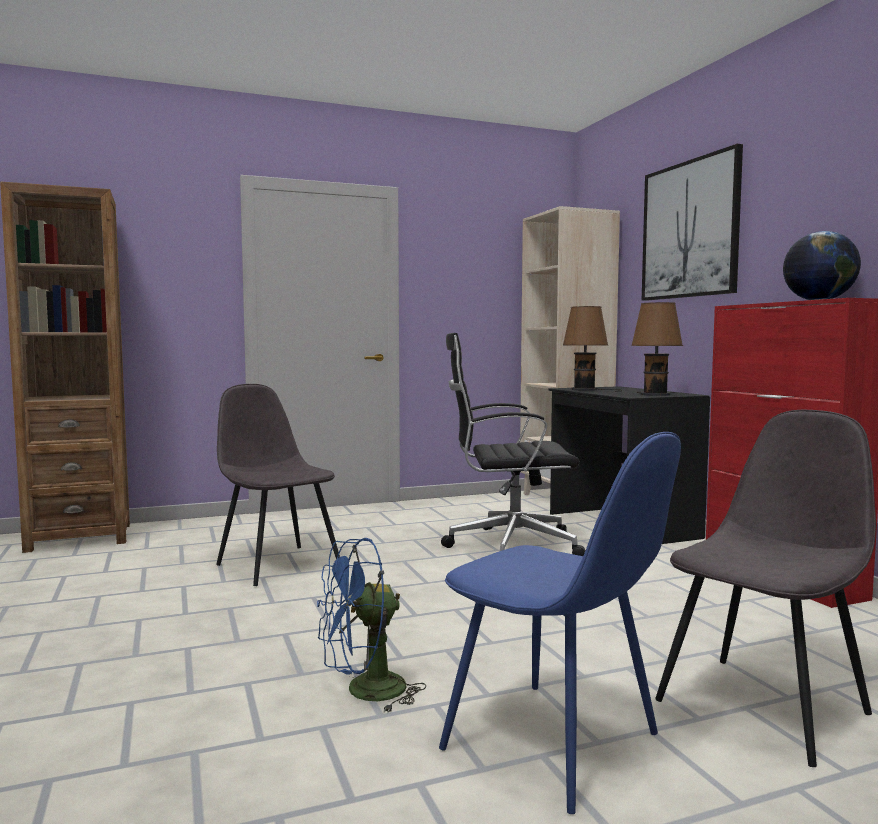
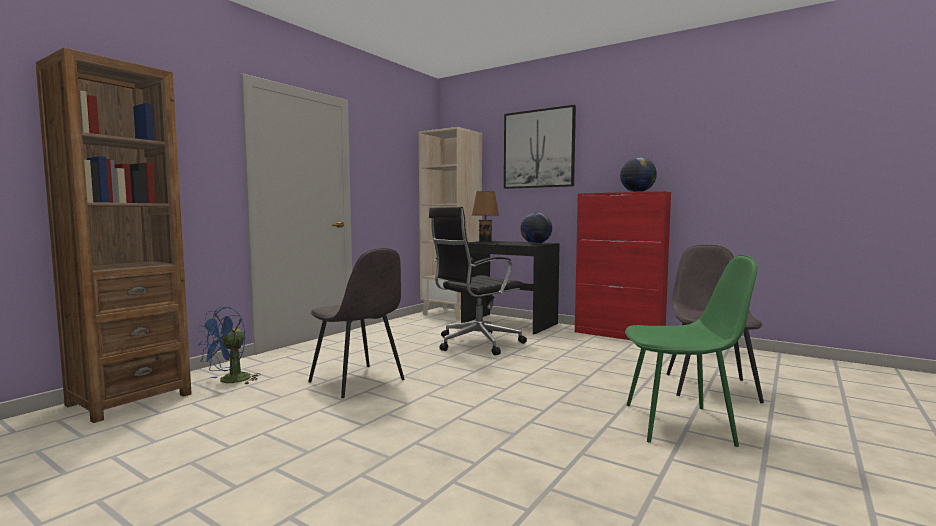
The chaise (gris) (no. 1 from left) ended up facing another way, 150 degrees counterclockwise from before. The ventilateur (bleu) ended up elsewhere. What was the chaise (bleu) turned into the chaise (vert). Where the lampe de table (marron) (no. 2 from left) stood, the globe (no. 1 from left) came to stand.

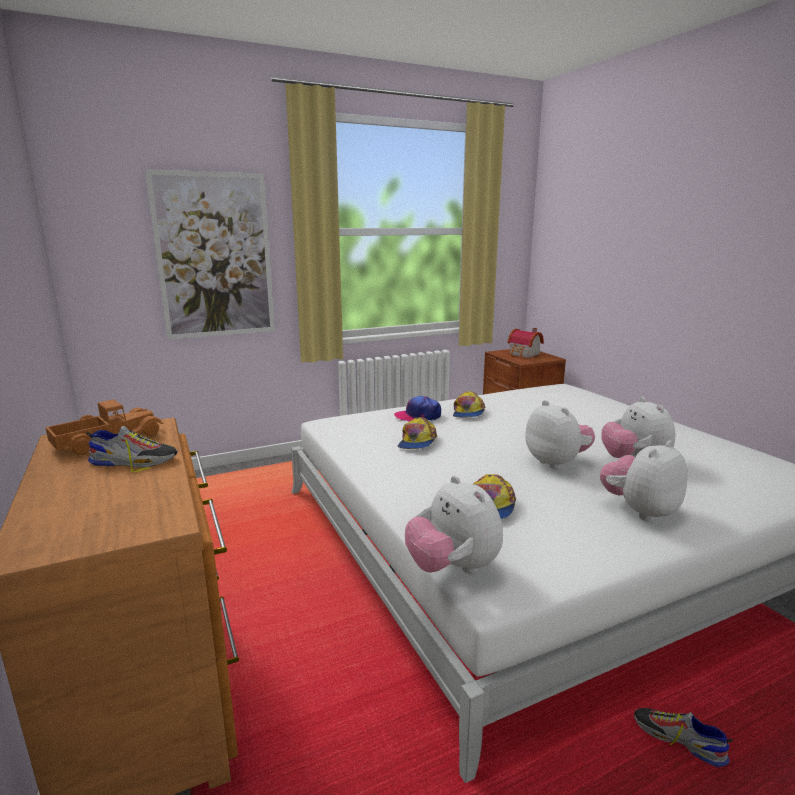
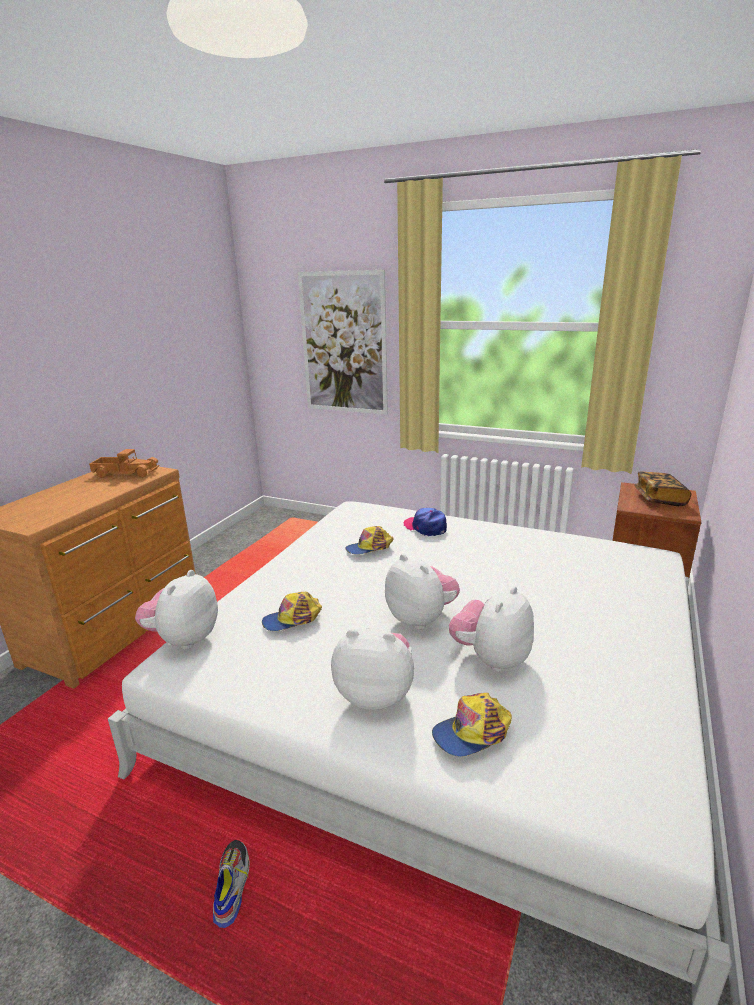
The second view lost the chaussure (no. 1 from left). The casquette (no. 3 from left in the first image) ended up elsewhere. Where the maison miniature stood, the livre came to stand. The peluche (no. 2 from left in the first image) ended up facing another way, 60 degrees counterclockwise from before.

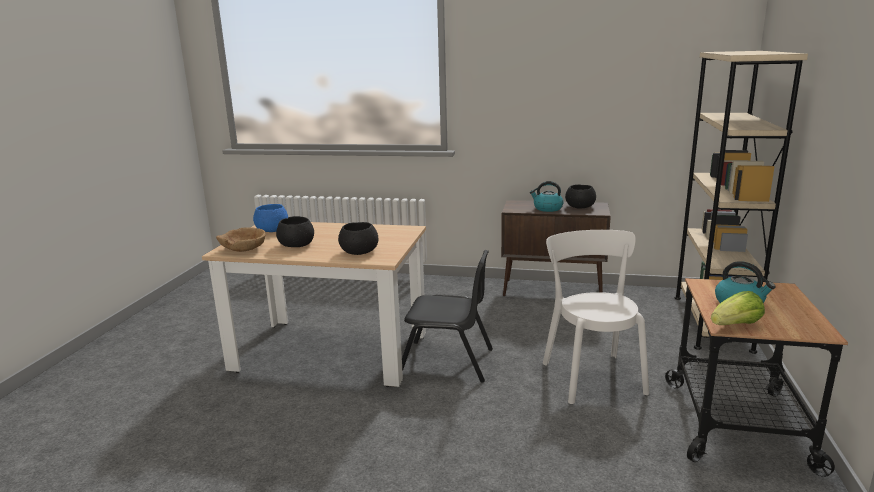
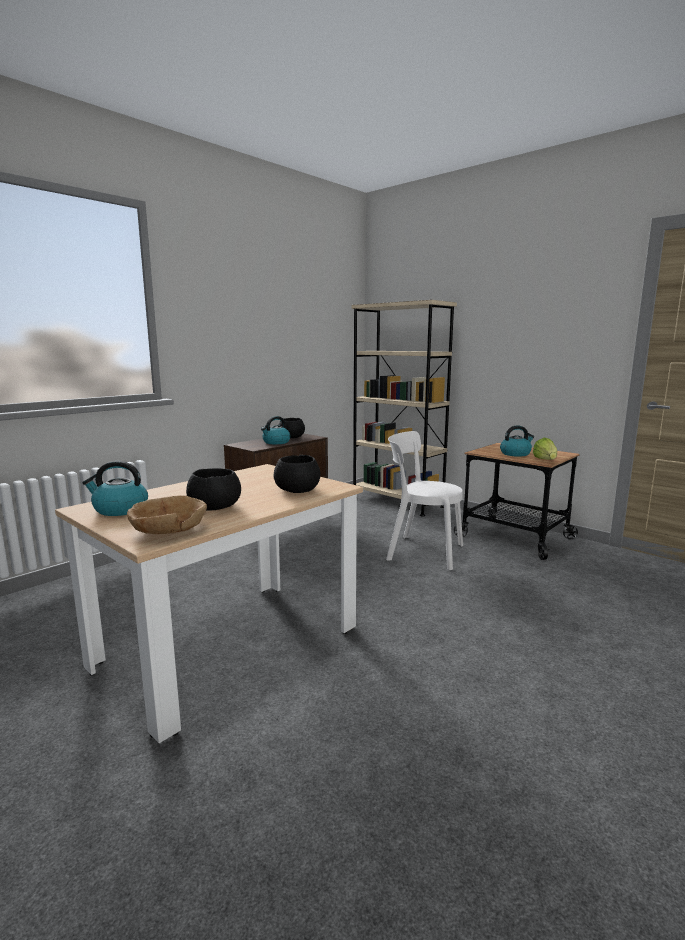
Where the bol (bleu) stood, the bouilloire (no. 1 from left) came to stand. The second view lost the chaise (noir).

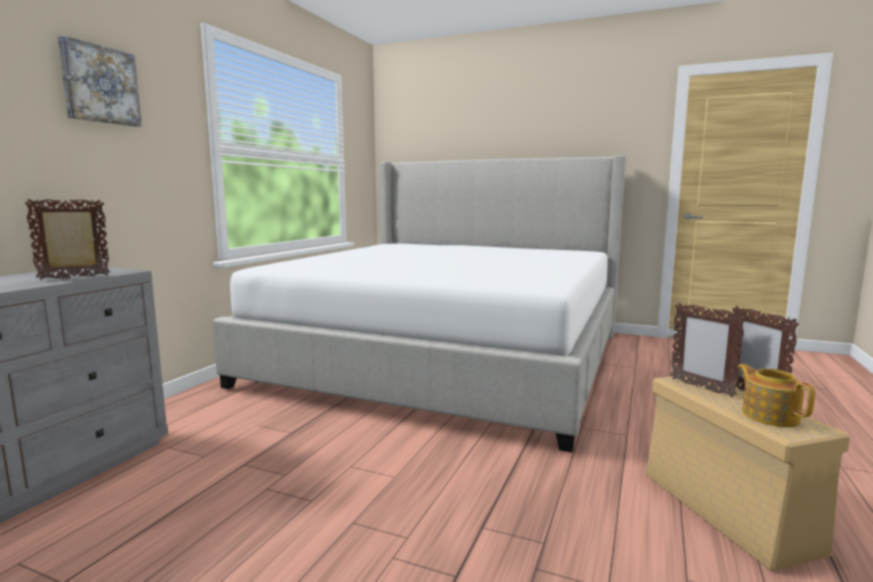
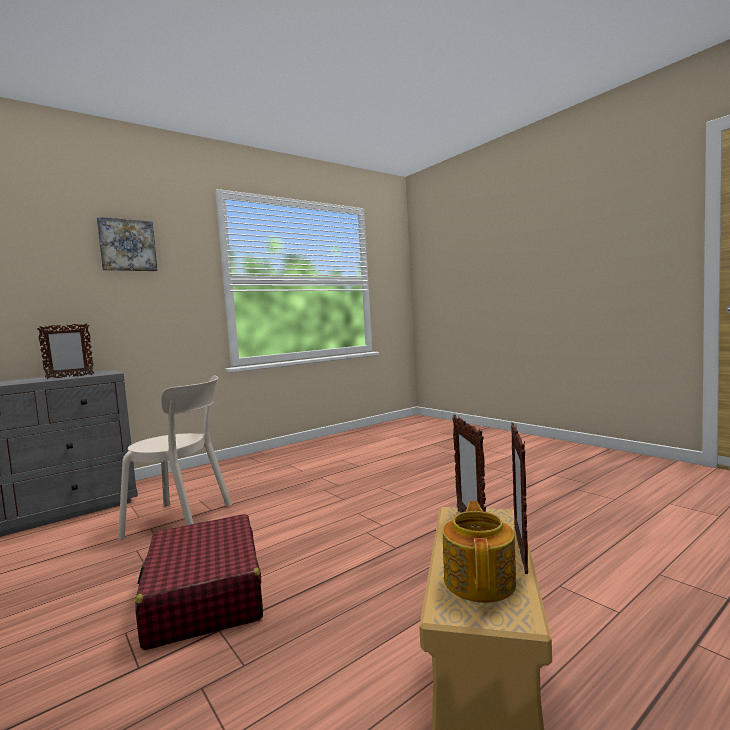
The cadre photo (no. 1 from left) ended up facing another way, 150 degrees clockwise from before. The second view lost the lit. The second view gained the chaise (beige). The second view gained the valise (rouge).

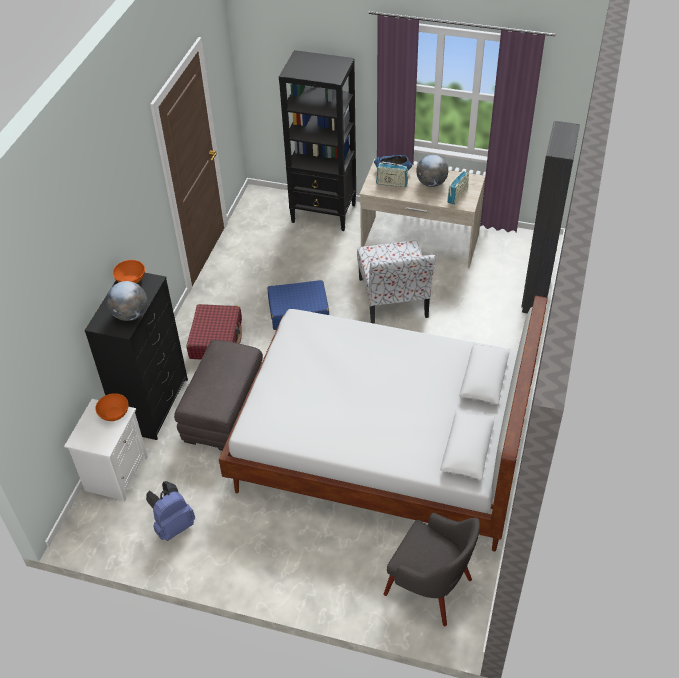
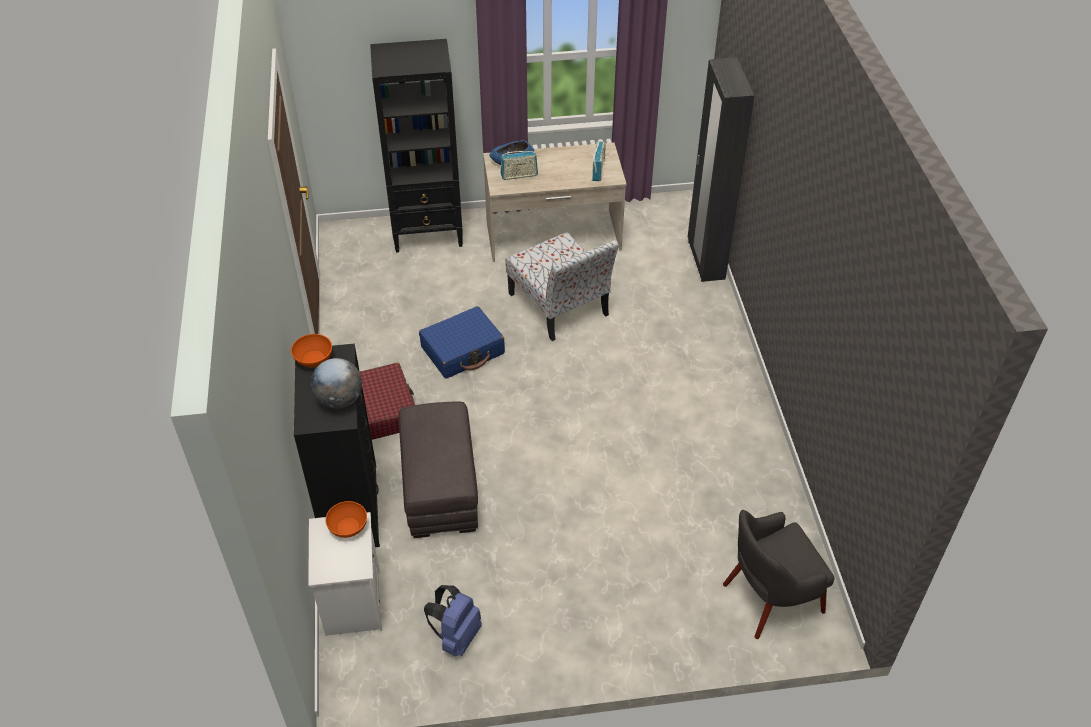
The second view lost the lit (blanc). The fauteuil (gris) ended up facing another way, 150 degrees clockwise from before. The second view lost the globe (no. 2 from left).

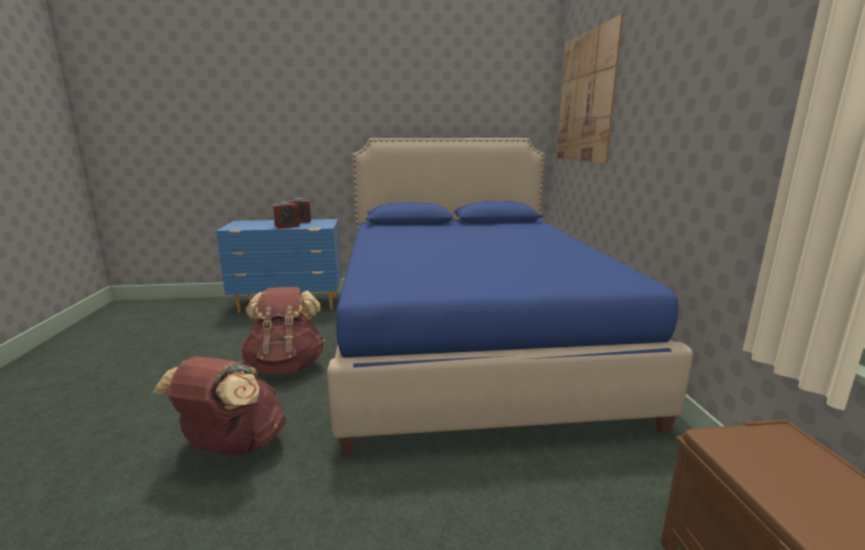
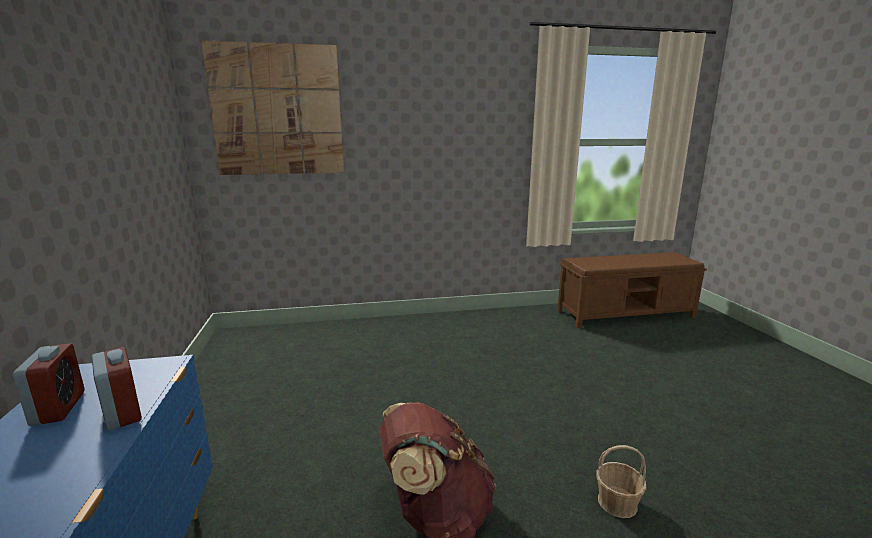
Where the sac à dos (marron) (no. 1 from left) stood, the panier came to stand. The second view lost the lit (bleu).

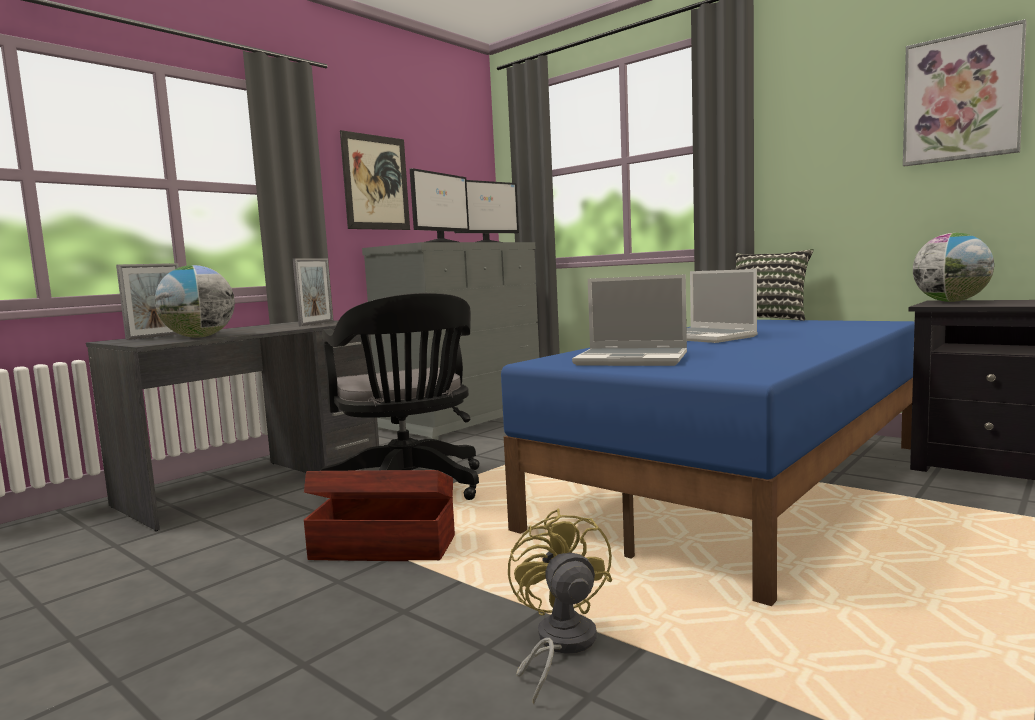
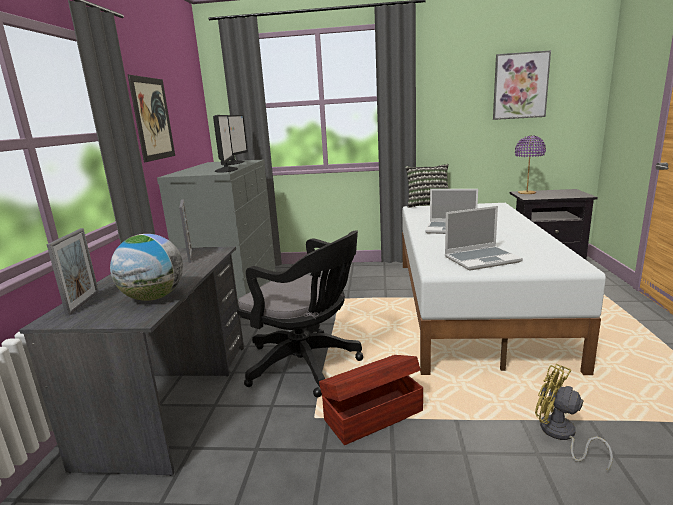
What was the lit (bleu) turned into the lit (blanc). Where the globe (no. 2 from left) stood, the lampe de table (violet) came to stand.

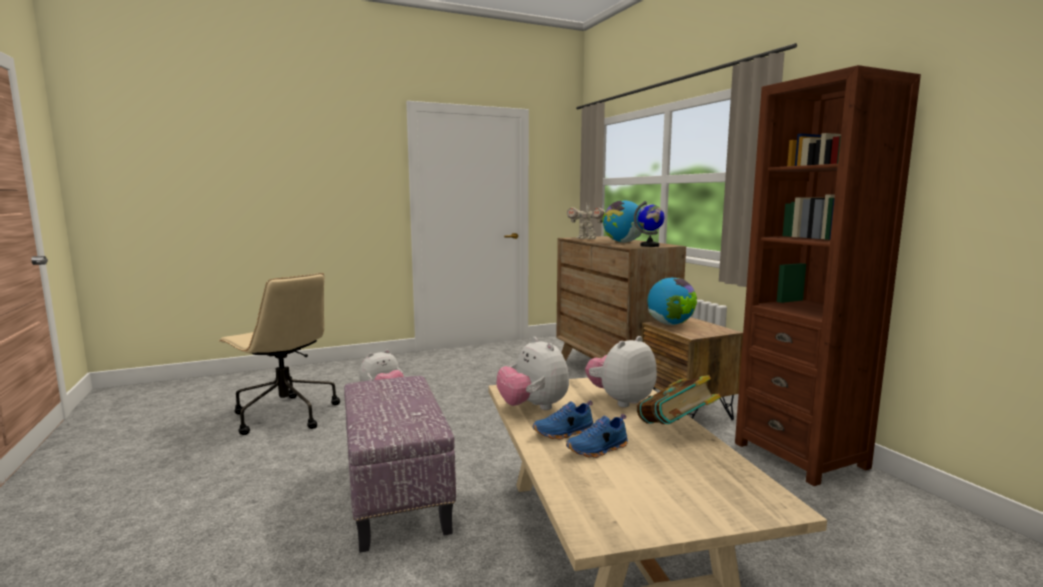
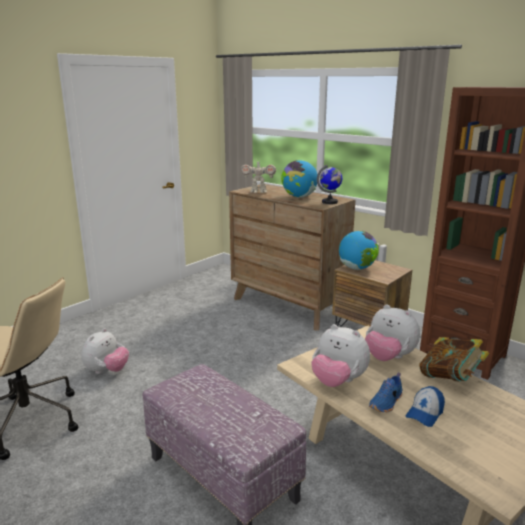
Where the chaussure (bleu) (no. 2 from left) stood, the casquette came to stand. The peluche (no. 3 from left) ended up facing another way, 75 degrees counterclockwise from before.

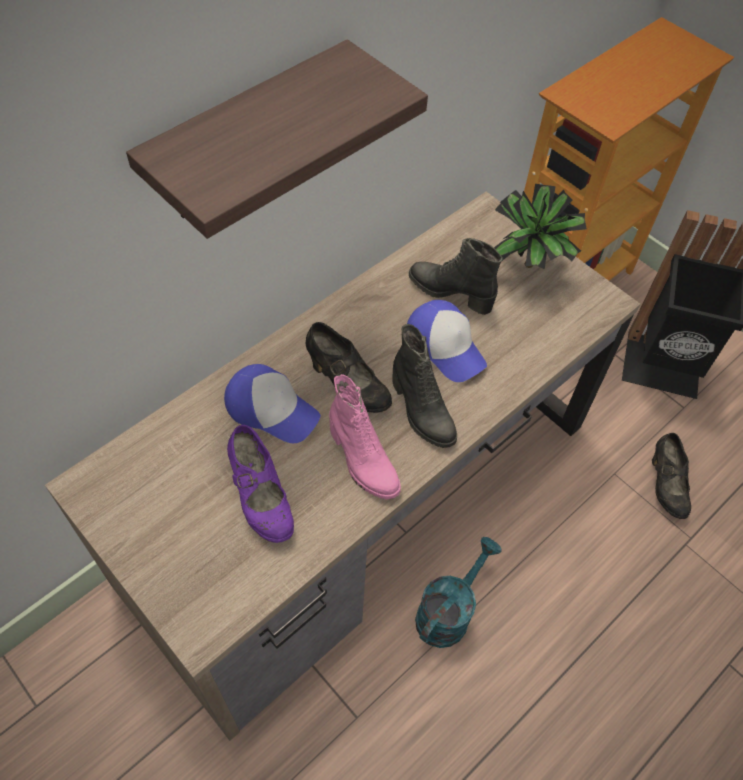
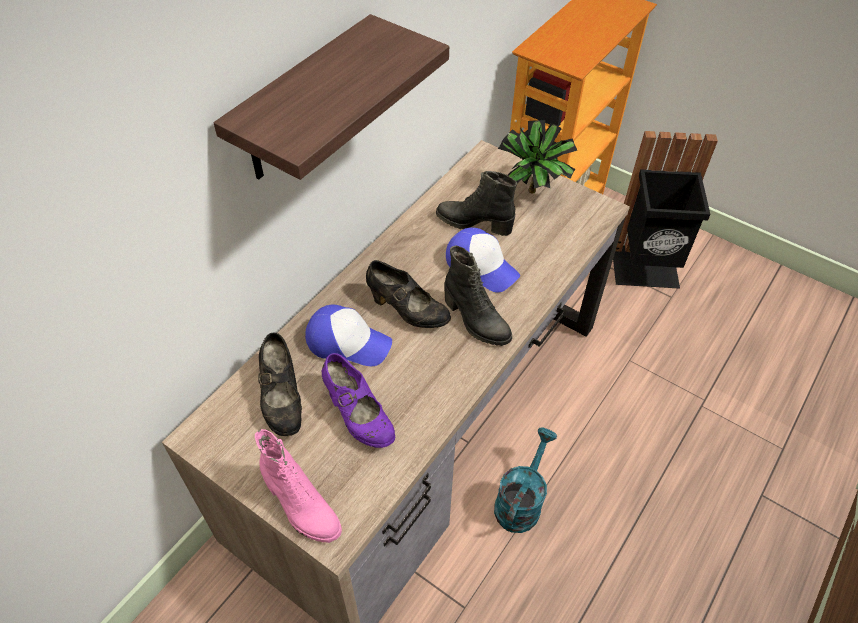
The botte (rose) ended up elsewhere. The chaussure (noir) (no. 2 from left in the first image) ended up elsewhere.

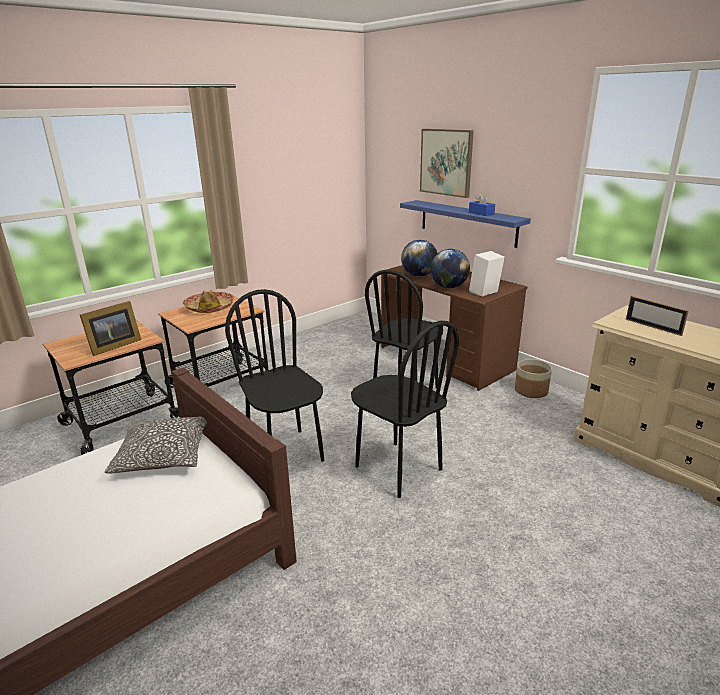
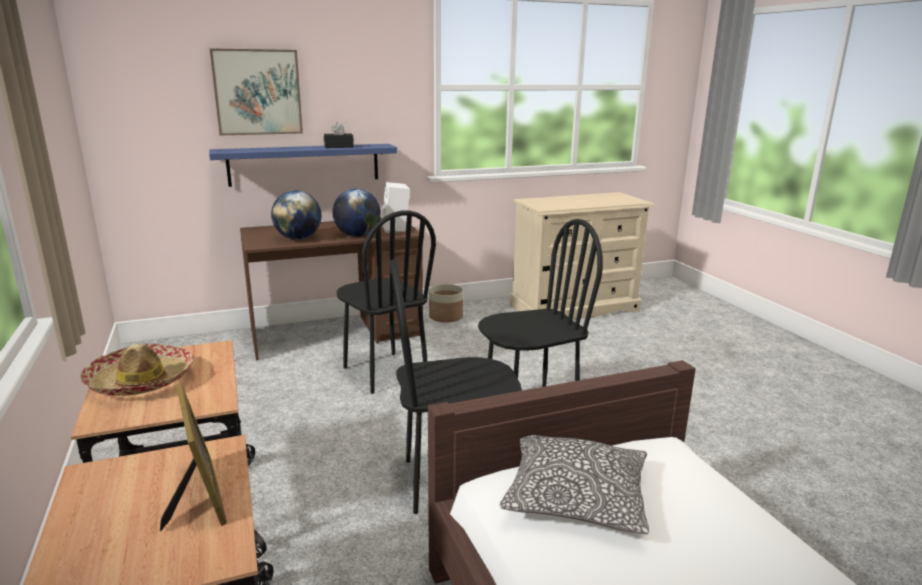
What was the boîte à mouchoirs (bleu) turned into the boîte à mouchoirs (noir). The second view lost the cadre photo (no. 2 from left).

